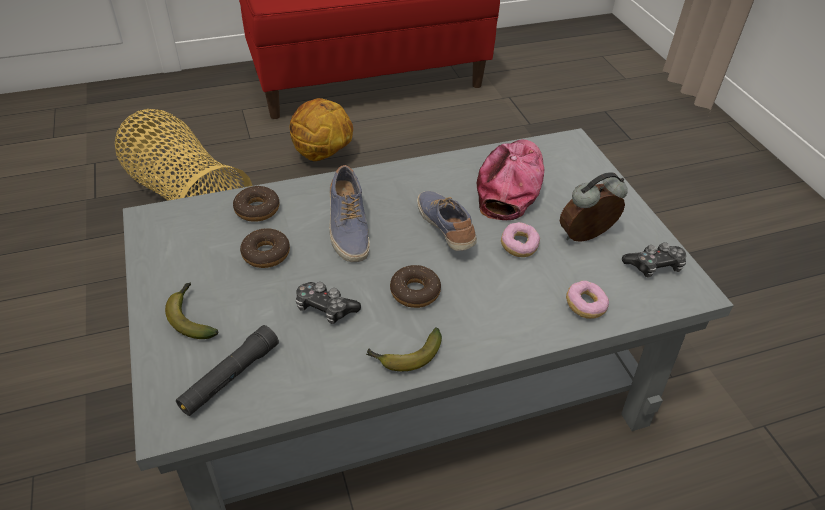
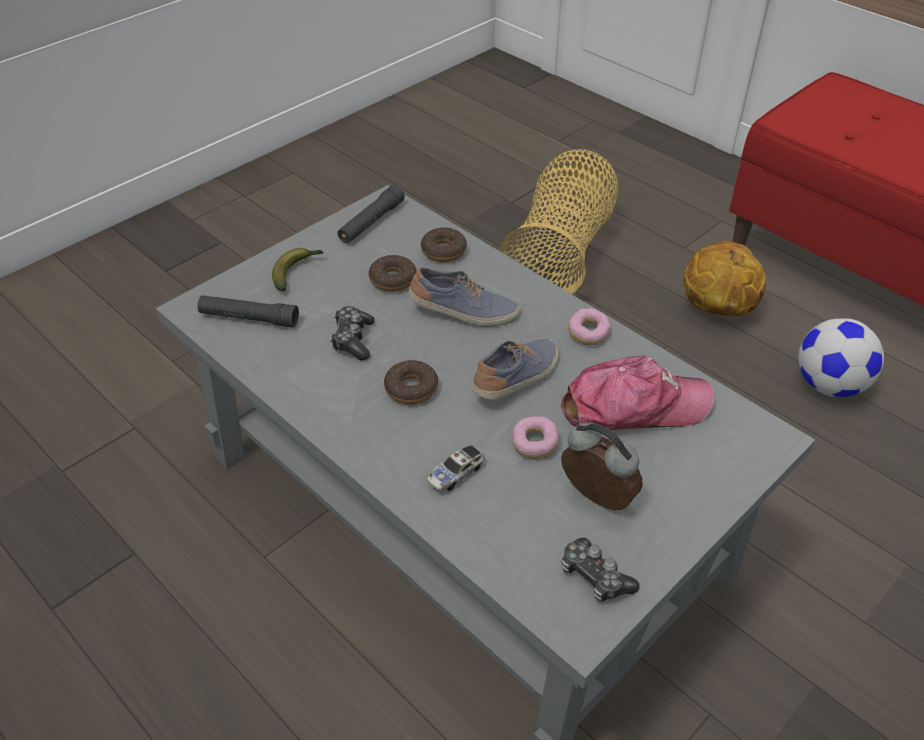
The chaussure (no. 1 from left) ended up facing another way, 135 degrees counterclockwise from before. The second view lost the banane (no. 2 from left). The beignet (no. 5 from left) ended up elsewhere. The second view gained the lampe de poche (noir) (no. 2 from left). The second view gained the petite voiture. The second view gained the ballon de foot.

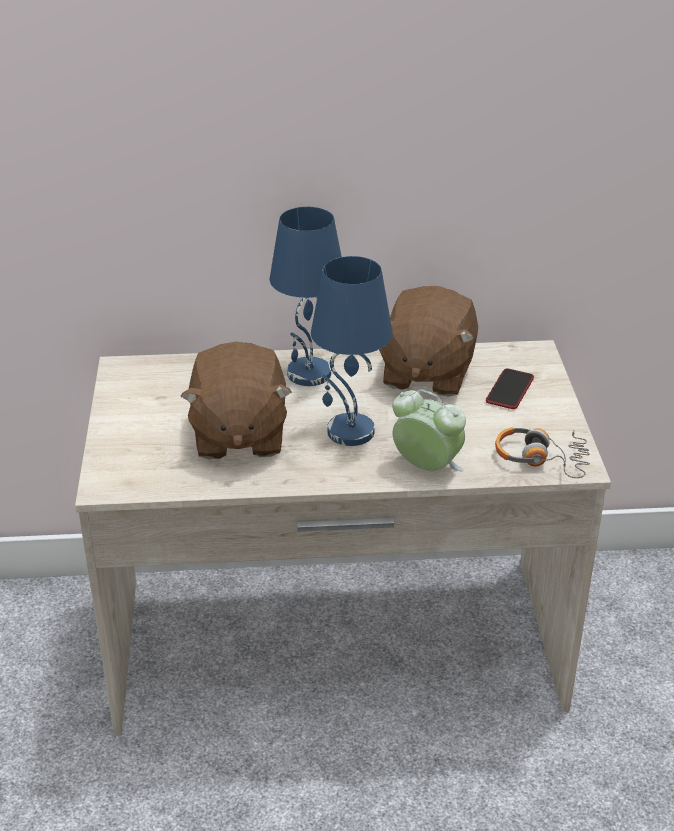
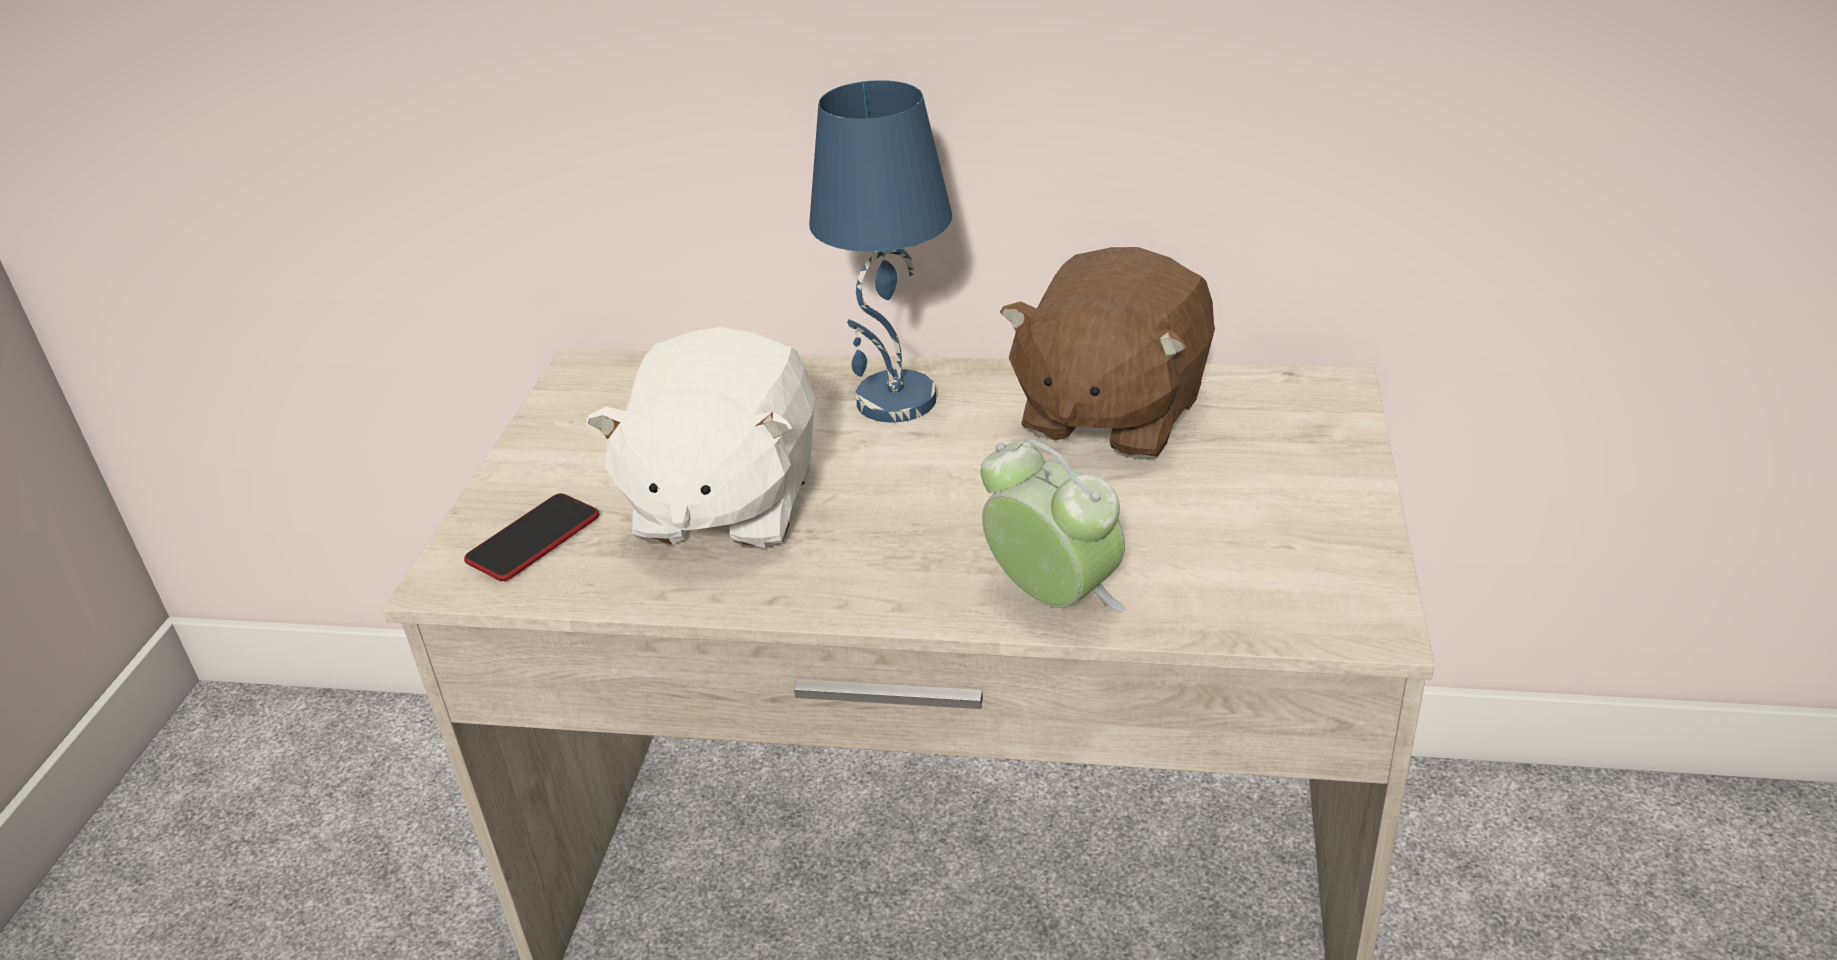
What was the peluche (marron) (no. 1 from left) turned into the peluche (blanc). The second view lost the lampe de table (bleu) (no. 2 from left). The téléphone ended up elsewhere. The second view lost the casque audio.

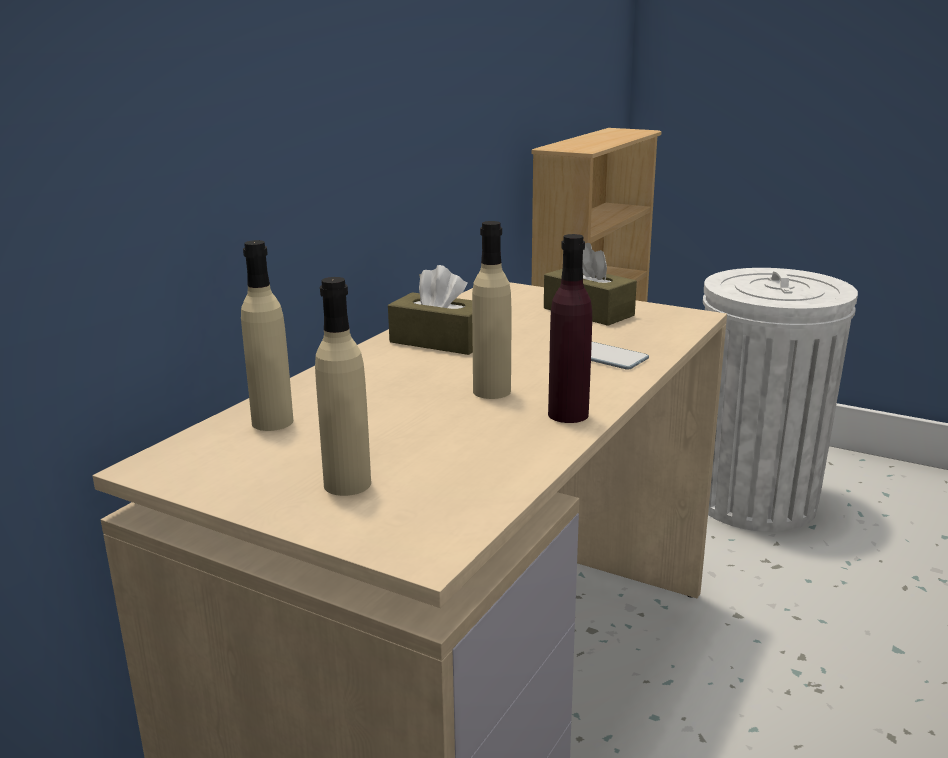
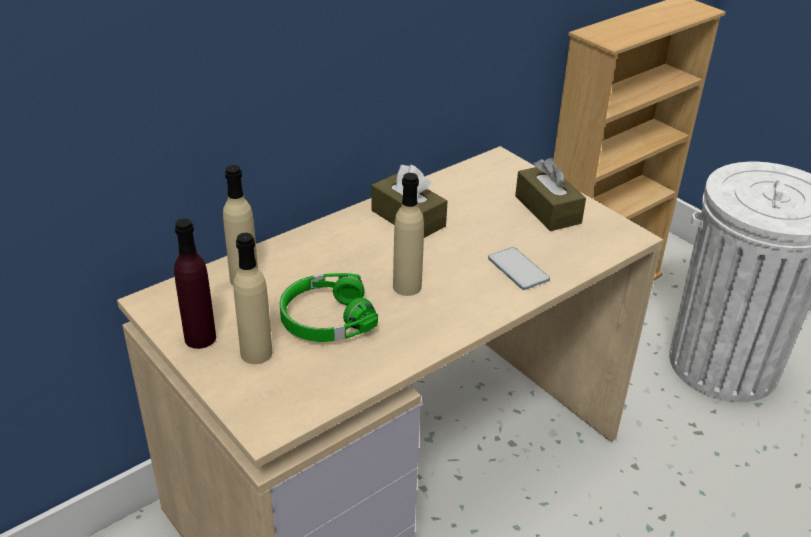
The bouteille (violet) ended up elsewhere. The second view gained the casque audio (vert).

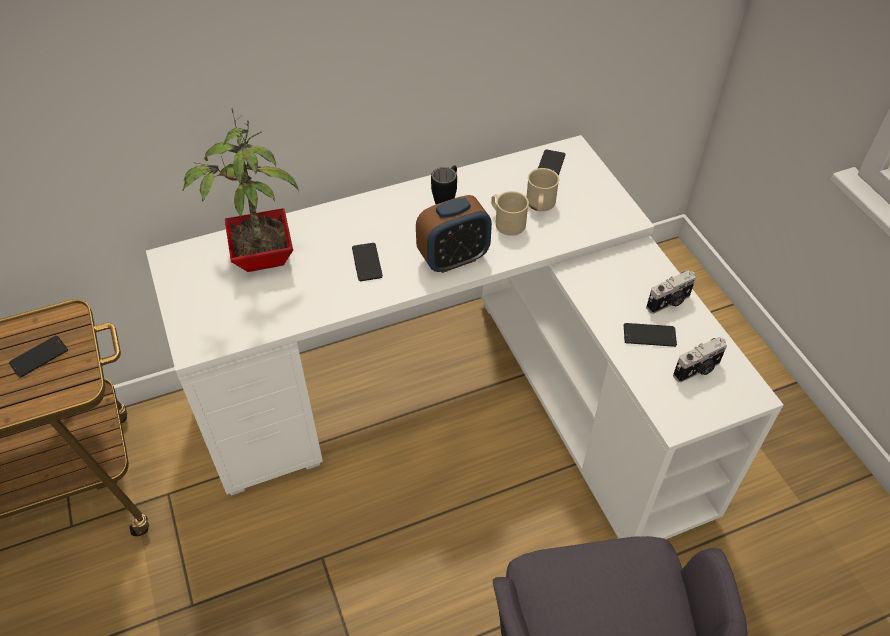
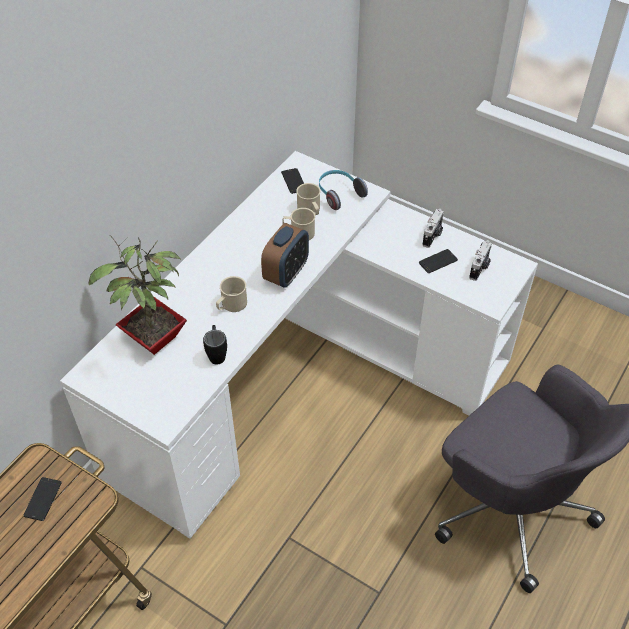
Where the téléphone (no. 2 from left) stood, the mug (beige) (no. 1 from left) came to stand. The mug (noir) ended up elsewhere. The second view gained the casque audio.

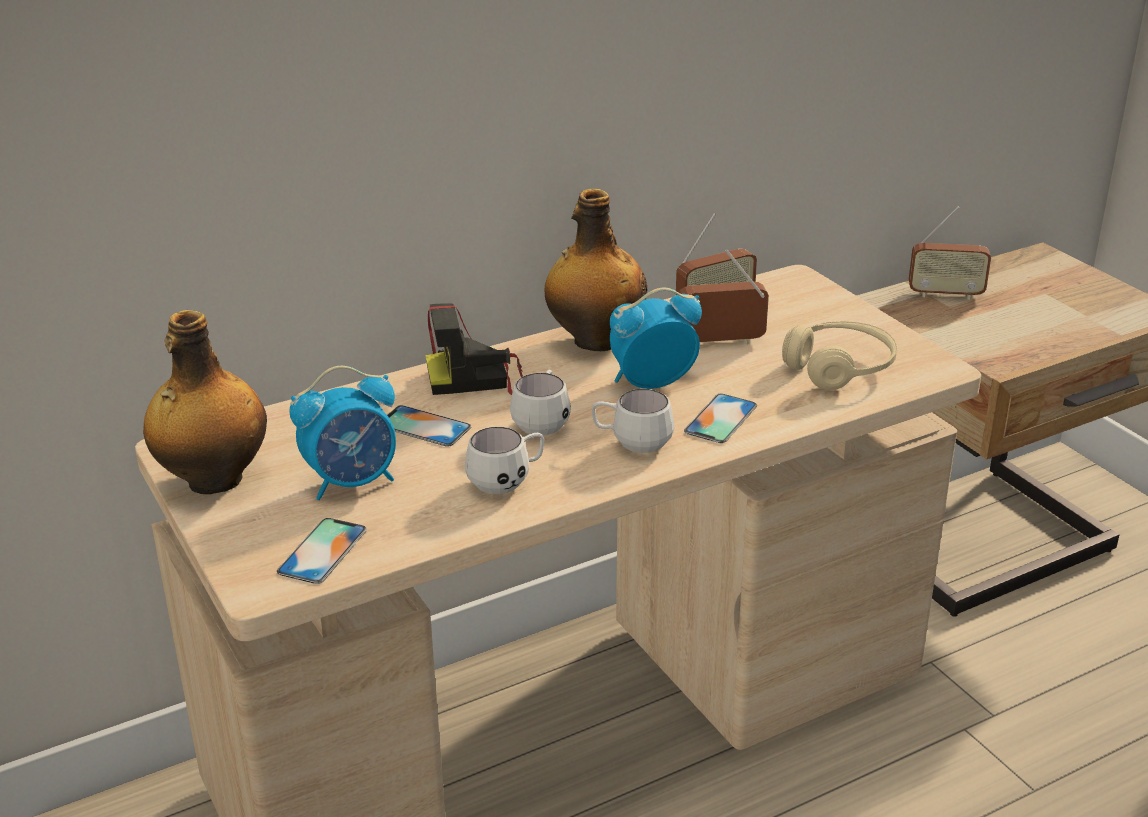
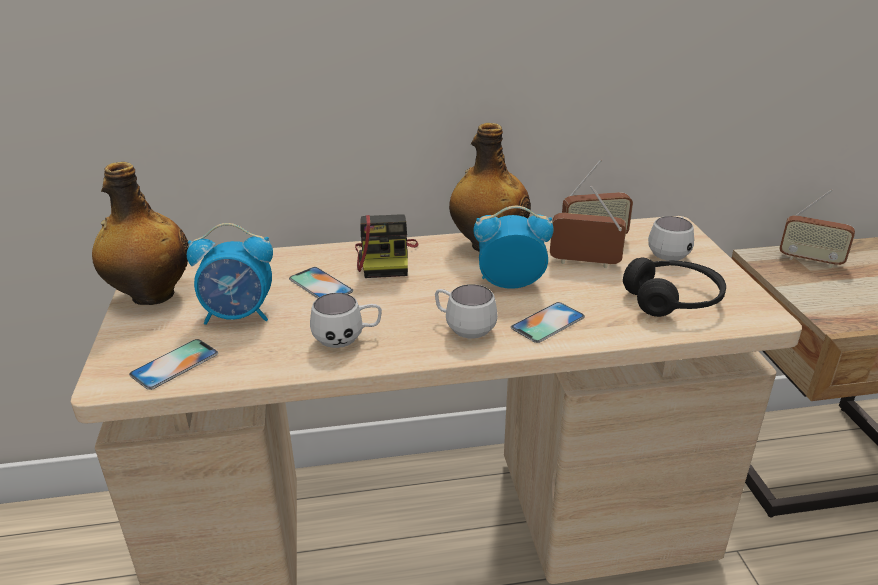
The appareil photo ended up facing another way, 105 degrees counterclockwise from before. The mug (blanc) (no. 2 from left in the first image) ended up elsewhere. What was the casque audio (beige) turned into the casque audio (noir).

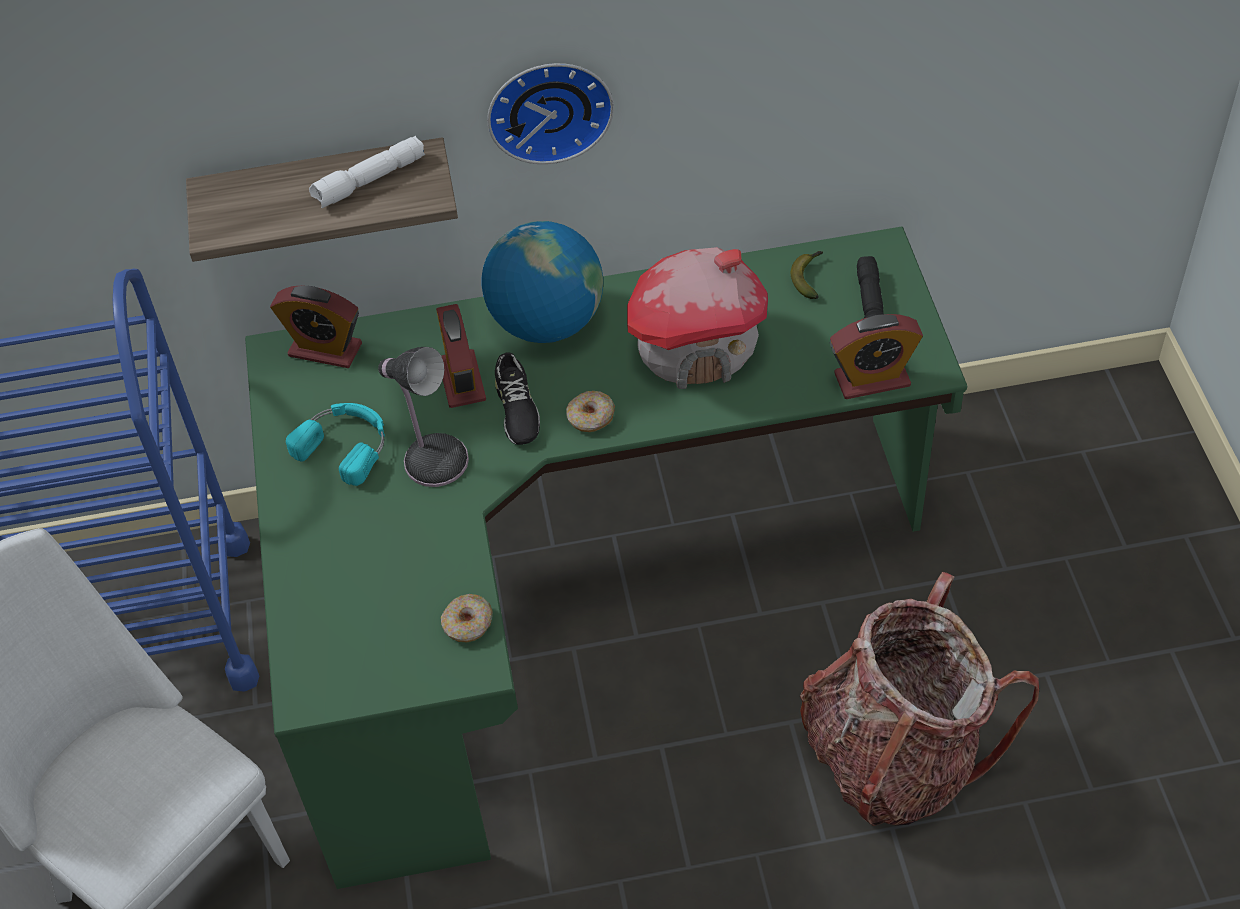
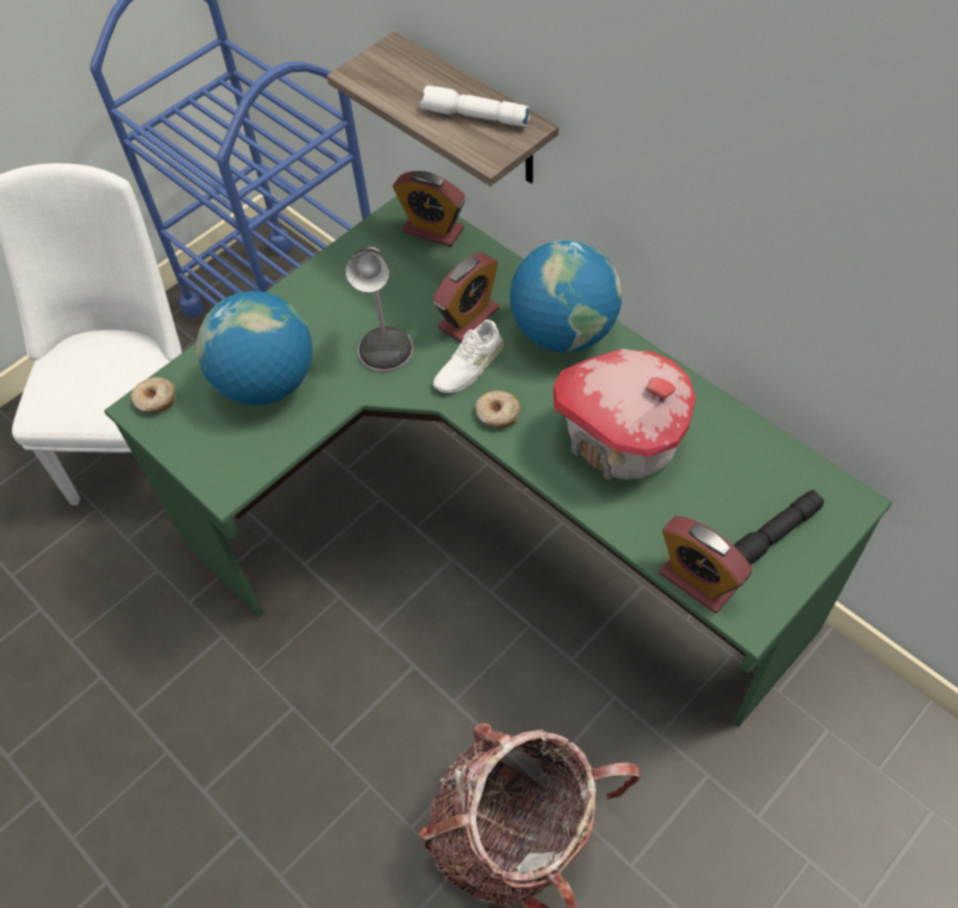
The réveil (no. 1 from left) ended up facing another way, 45 degrees counterclockwise from before. The second view lost the casque audio (turquoise). The beignet (no. 1 from left) ended up elsewhere. The second view lost the horloge murale. What was the chaussure (noir) turned into the chaussure (blanc). The second view lost the banane. The second view gained the globe (no. 1 from left).

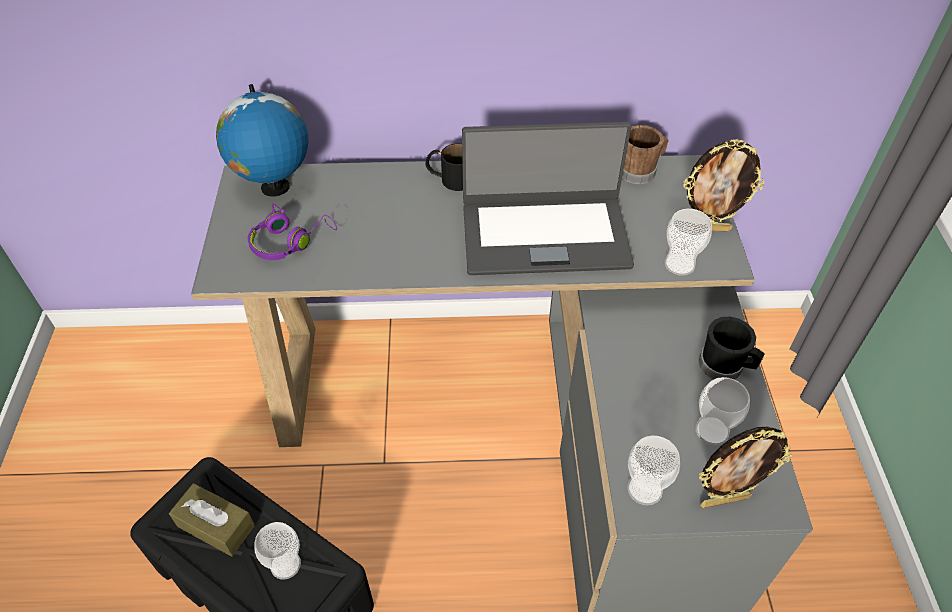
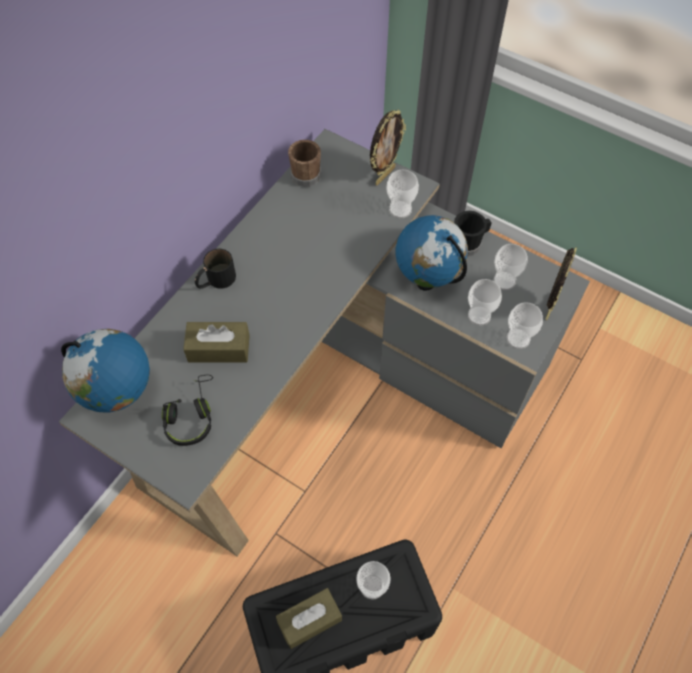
What was the casque audio (violet) turned into the casque audio (noir). The second view lost the ordinateur portable. The second view gained the boîte à mouchoirs (marron) (no. 1 from left). The second view gained the globe (no. 2 from left). The second view gained the tasse (no. 3 from left).

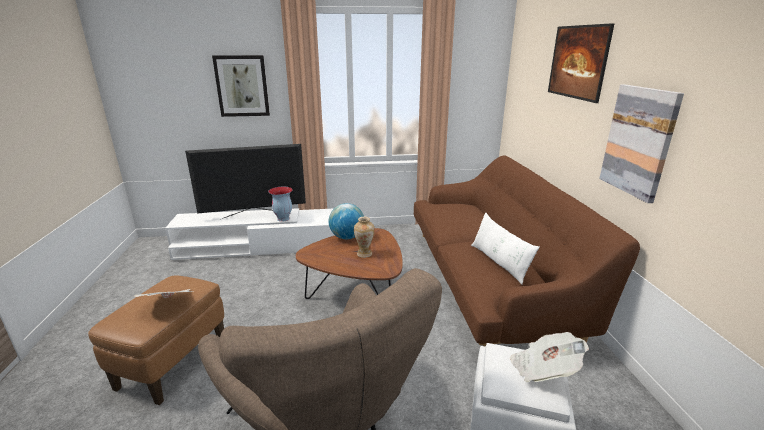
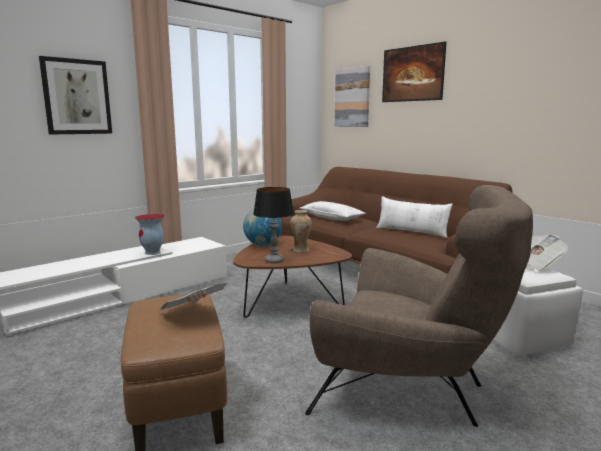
The second view lost the téléviseur. The tableau (no. 3 from left in the first image) ended up elsewhere. The second view gained the lampe de table. The second view gained the coussin (blanc) (no. 1 from left).

